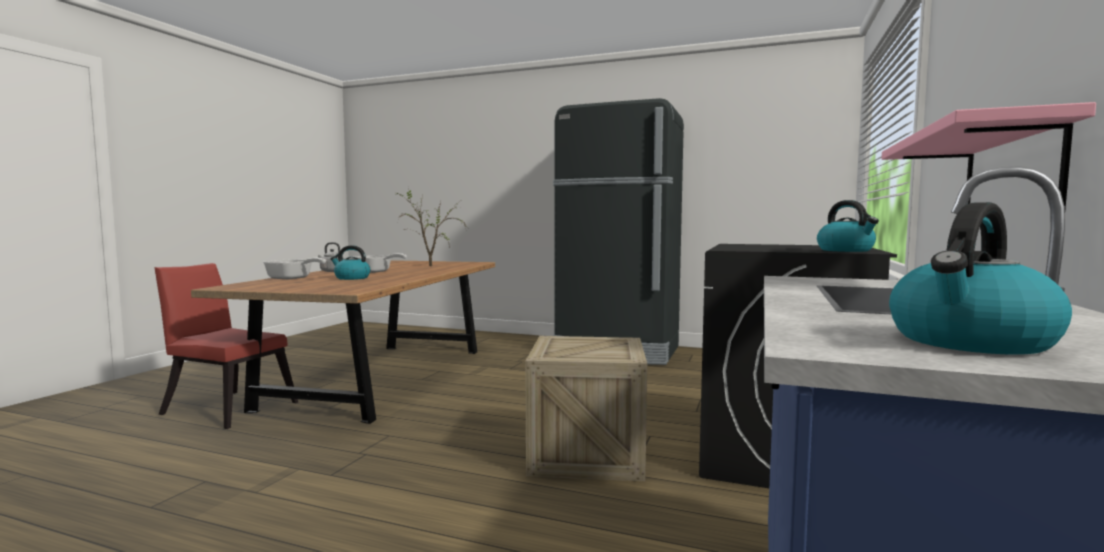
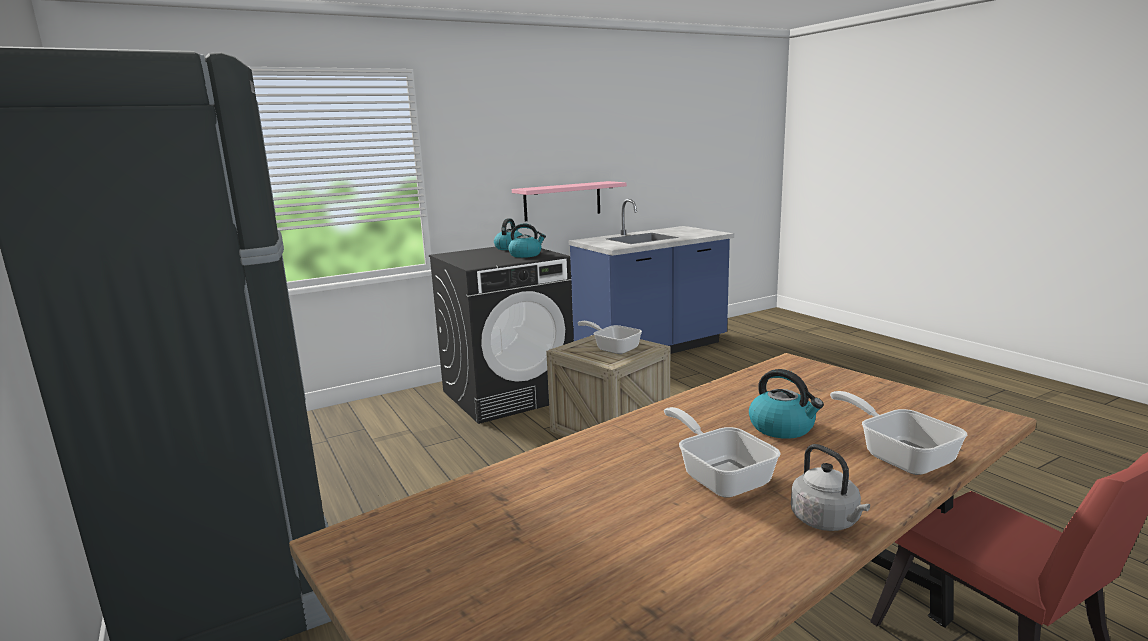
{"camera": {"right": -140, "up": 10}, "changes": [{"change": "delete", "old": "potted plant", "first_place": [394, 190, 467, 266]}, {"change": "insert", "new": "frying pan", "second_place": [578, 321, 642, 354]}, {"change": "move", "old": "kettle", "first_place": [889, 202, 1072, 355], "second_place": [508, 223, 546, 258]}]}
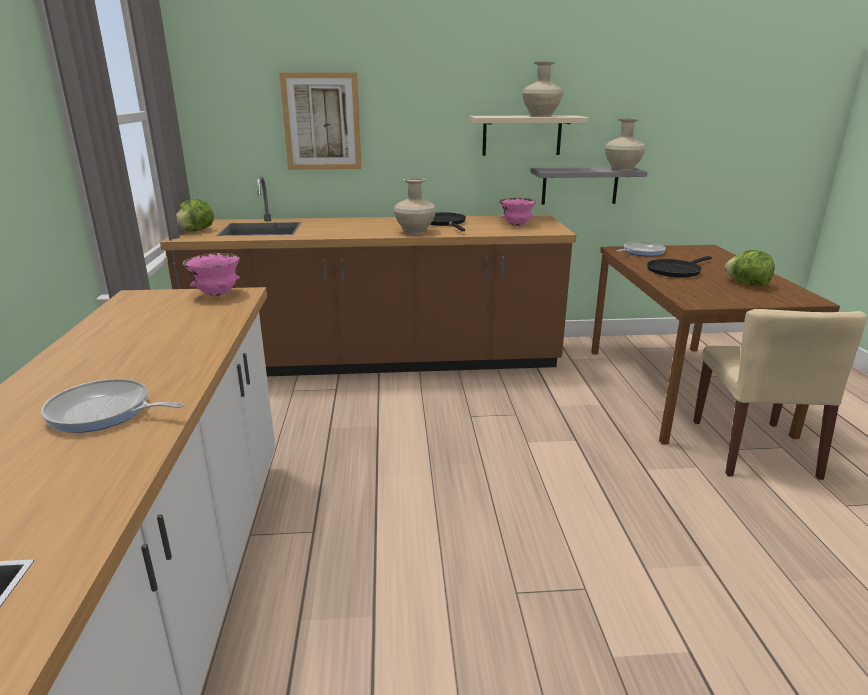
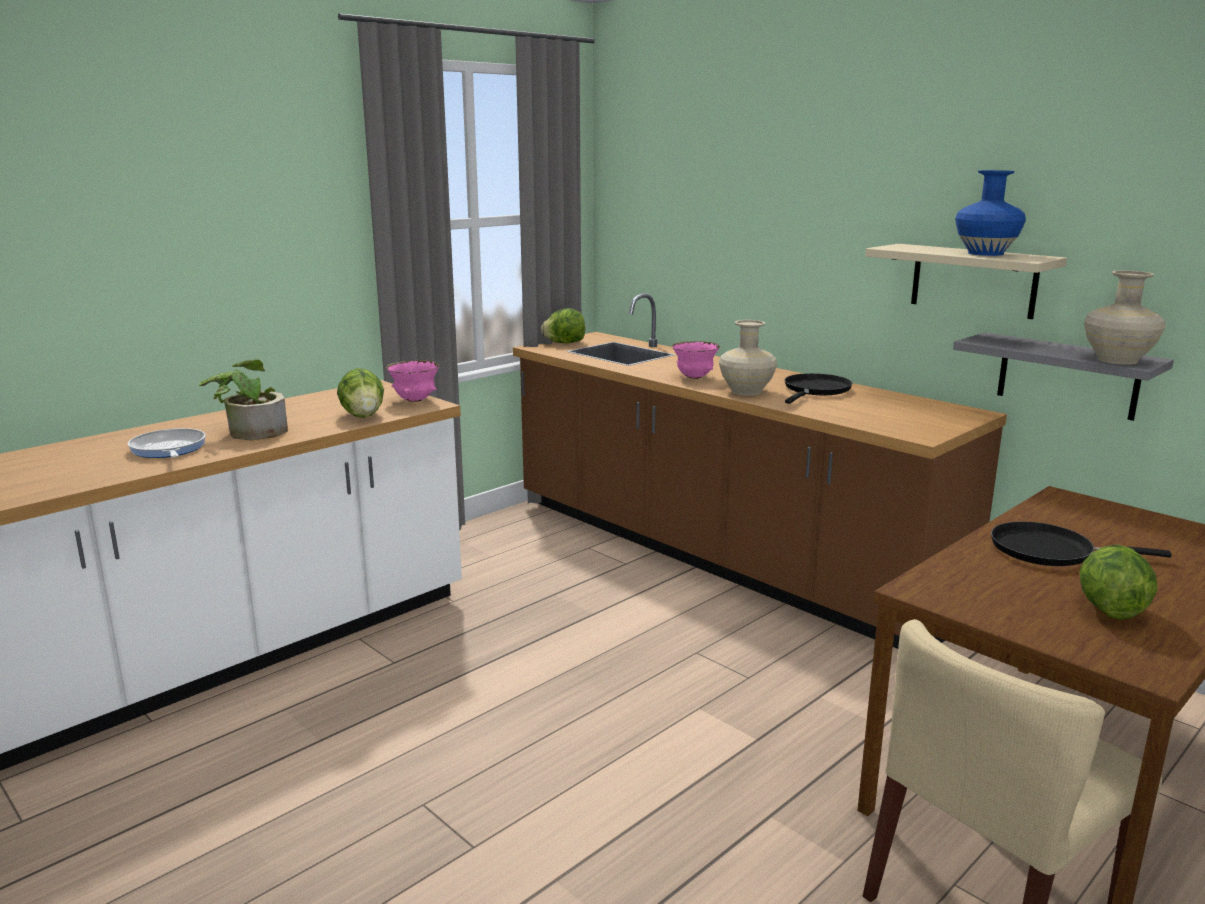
{"camera": {"right": 50, "up": -5}, "changes": [{"change": "delete", "old": "picture", "first_place": [279, 72, 361, 170]}, {"change": "delete", "old": "frying pan", "first_place": [616, 242, 666, 256]}, {"change": "insert", "new": "potted plant", "second_place": [199, 359, 288, 440]}, {"change": "insert", "new": "lettuce", "second_place": [337, 368, 384, 418]}, {"change": "move", "old": "bowl/pink", "first_place": [499, 198, 536, 226], "second_place": [672, 341, 720, 379]}, {"change": "recolor", "old": "vase/beige", "new": "vase/blue", "first_place": [522, 62, 563, 117], "second_place": [955, 170, 1026, 256]}]}
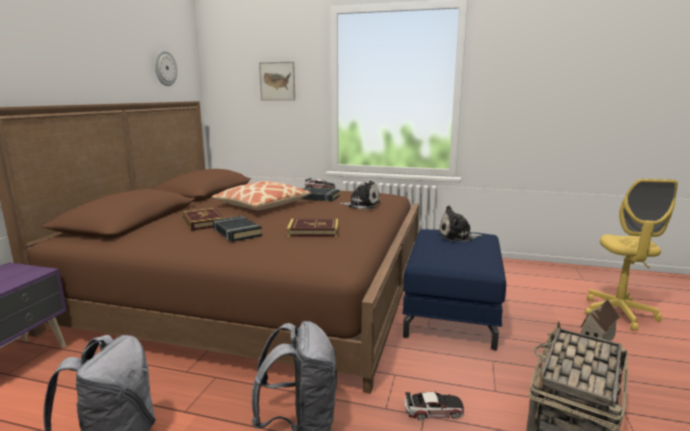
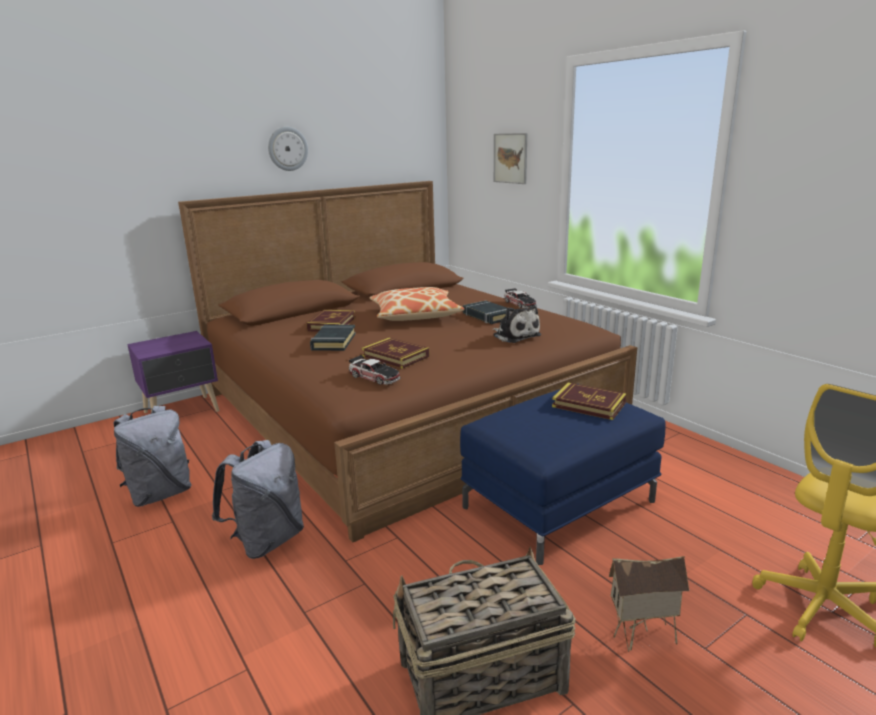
{"camera": {"right": 40, "up": 5}, "changes": [{"change": "move", "old": "wall clock", "first_place": [155, 50, 177, 86], "second_place": [268, 127, 308, 171]}, {"change": "move", "old": "toy car", "first_place": [405, 392, 464, 421], "second_place": [349, 355, 400, 385]}, {"change": "replace", "old": "plush toy", "new": "book", "first_place": [438, 205, 483, 241], "second_place": [552, 383, 627, 420]}]}
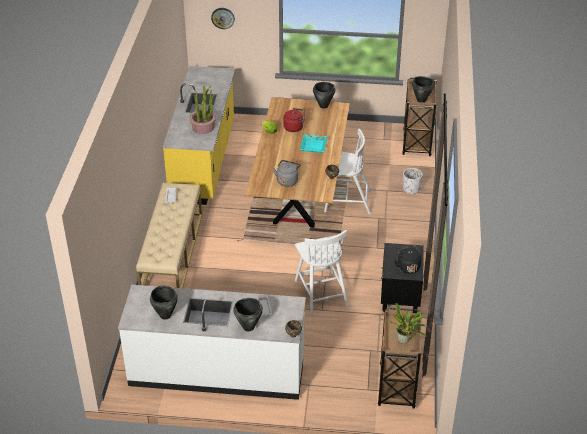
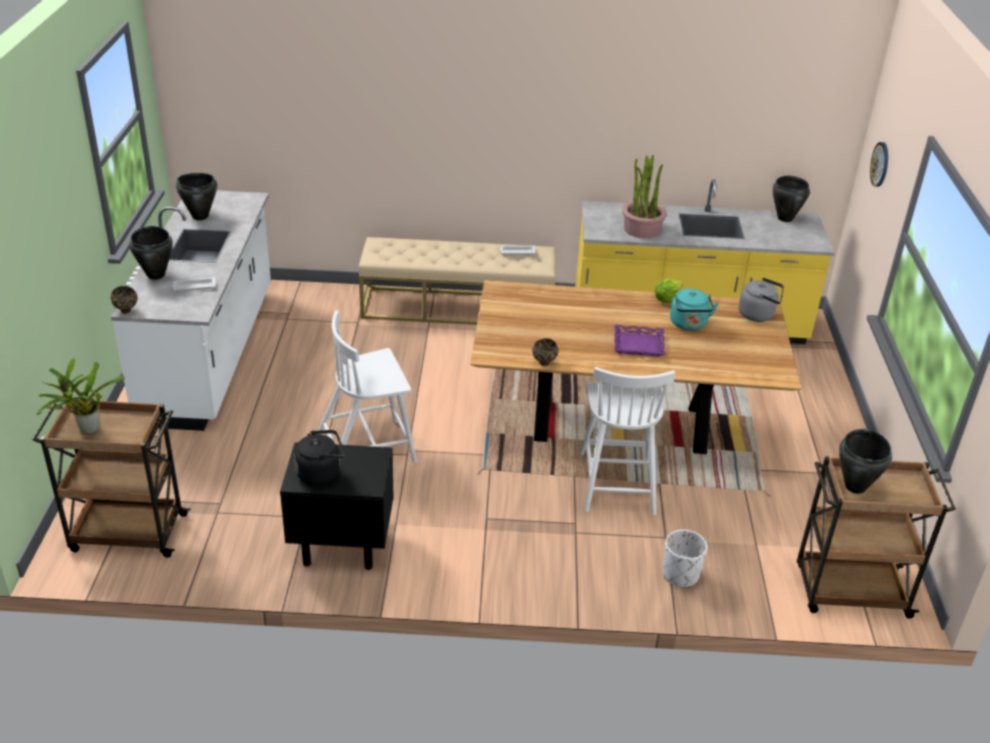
{"camera": {"right": 85, "up": -5}, "changes": [{"change": "move", "old": "kettle/grey", "first_place": [273, 160, 301, 187], "second_place": [739, 278, 784, 322]}, {"change": "move", "old": "cooking pot/black", "first_place": [313, 82, 335, 109], "second_place": [772, 176, 810, 222]}, {"change": "recolor", "old": "kettle/red", "new": "kettle/turquoise", "first_place": [283, 108, 305, 132], "second_place": [670, 288, 719, 331]}, {"change": "recolor", "old": "tray/turquoise", "new": "tray/purple", "first_place": [300, 134, 328, 153], "second_place": [614, 324, 666, 357]}]}
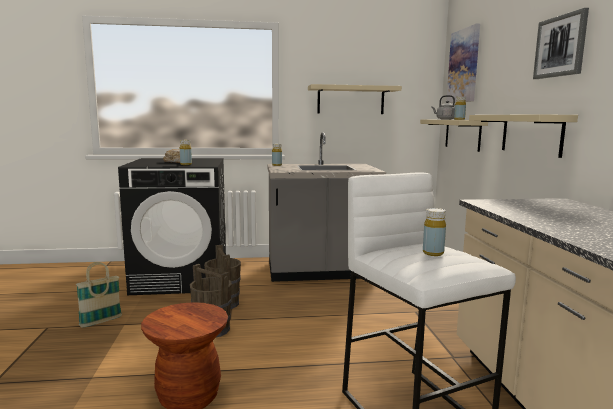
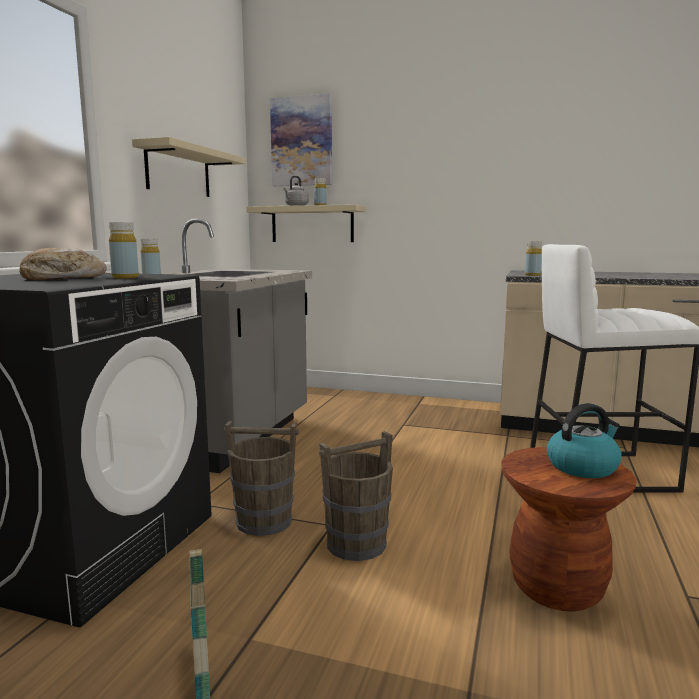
{"camera": {"right": -65, "up": 0}, "changes": [{"change": "delete", "old": "shelf/beige", "first_place": [469, 114, 578, 158]}, {"change": "delete", "old": "picture", "first_place": [533, 8, 589, 79]}, {"change": "insert", "new": "kettle", "second_place": [547, 403, 622, 478]}, {"change": "move", "old": "bottle/yellow", "first_place": [423, 208, 446, 256], "second_place": [525, 242, 542, 276]}]}
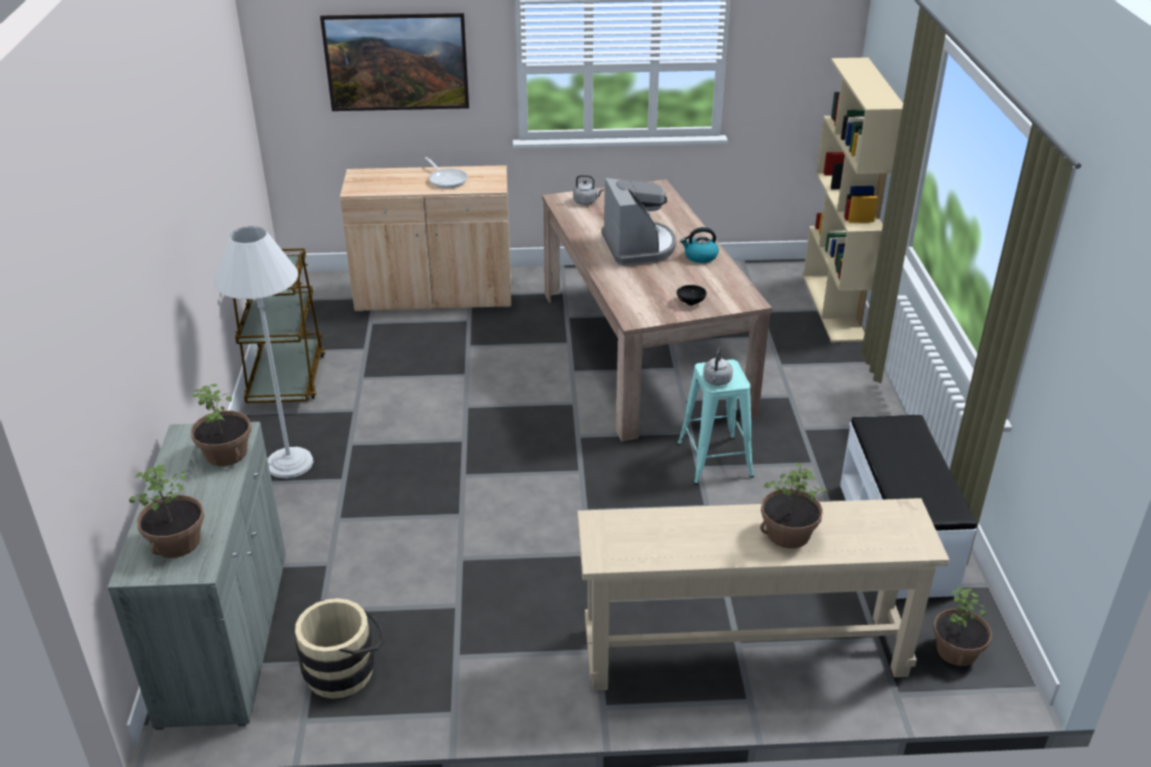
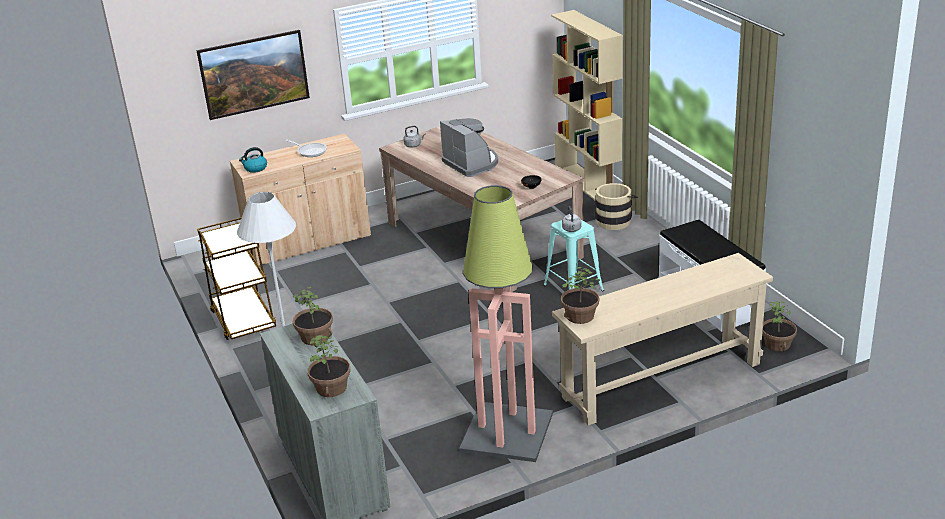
{"camera": {"right": -20, "up": -5}, "changes": [{"change": "insert", "new": "floor lamp", "second_place": [459, 185, 553, 462]}, {"change": "move", "old": "bucket/beige", "first_place": [295, 598, 385, 699], "second_place": [595, 183, 638, 230]}, {"change": "move", "old": "kettle", "first_place": [680, 227, 719, 263], "second_place": [239, 147, 267, 173]}, {"change": "move", "old": "potted plant", "first_place": [760, 463, 827, 549], "second_place": [561, 267, 600, 324]}]}
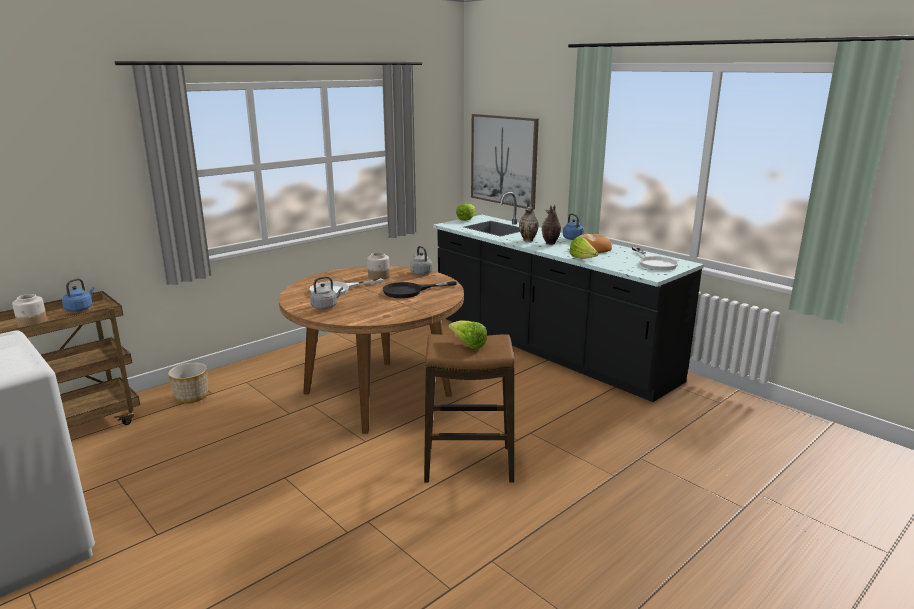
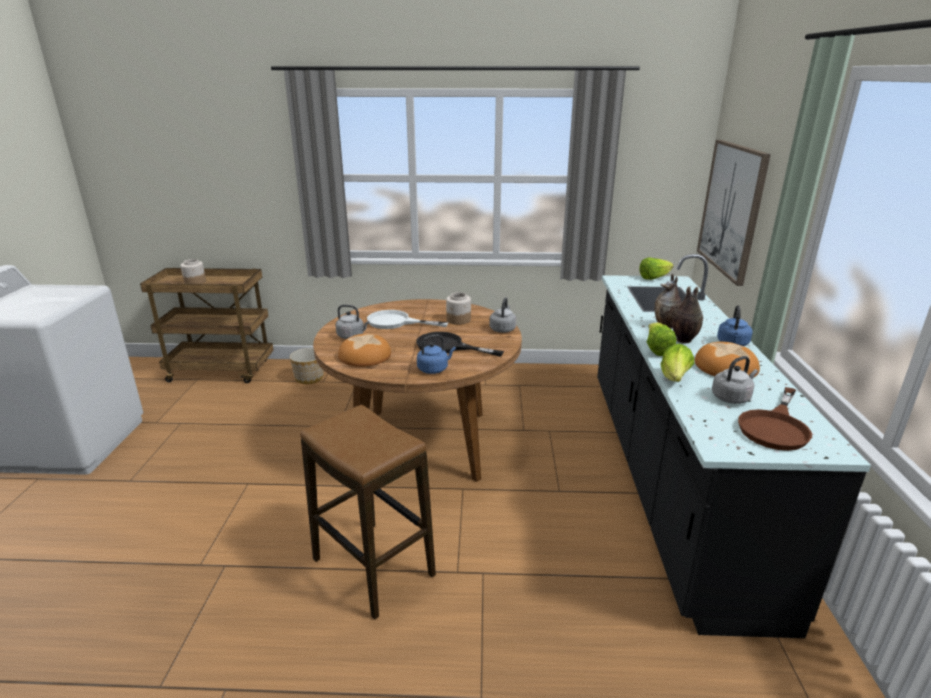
{"camera": {"right": 45, "up": 5}, "changes": [{"change": "insert", "new": "bread", "second_place": [338, 334, 391, 367]}, {"change": "insert", "new": "kettle/grey", "second_place": [712, 356, 758, 404]}, {"change": "move", "old": "kettle/blue", "first_place": [62, 278, 94, 312], "second_place": [417, 335, 456, 374]}, {"change": "move", "old": "lettuce", "first_place": [448, 321, 487, 350], "second_place": [647, 322, 676, 356]}, {"change": "recolor", "old": "frying pan/white", "new": "frying pan/brown", "first_place": [632, 247, 678, 271], "second_place": [738, 387, 812, 451]}]}
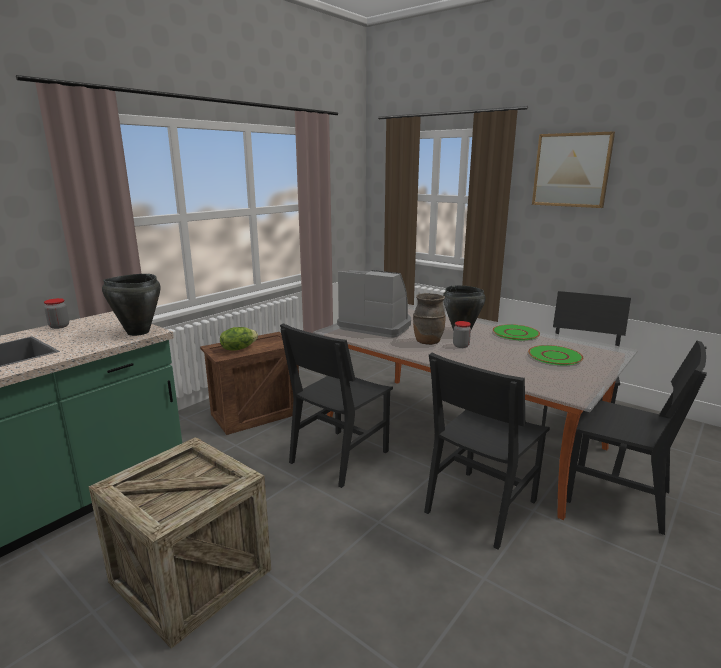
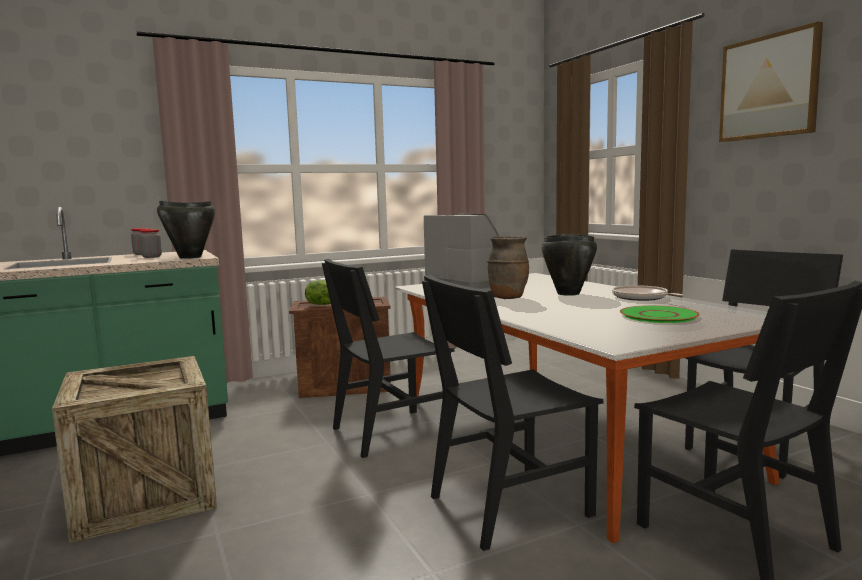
{"camera": {"right": 25, "up": -10}, "changes": [{"change": "move", "old": "jar", "first_place": [453, 321, 471, 348], "second_place": [139, 229, 162, 258]}, {"change": "replace", "old": "plate/green", "new": "frying pan", "first_place": [493, 324, 540, 340], "second_place": [612, 285, 683, 301]}]}
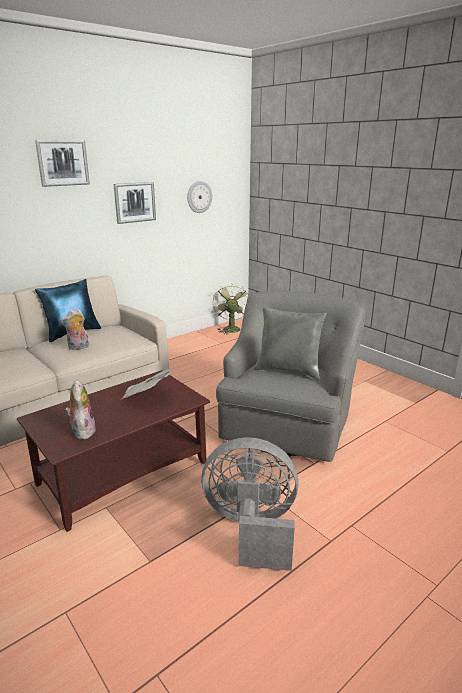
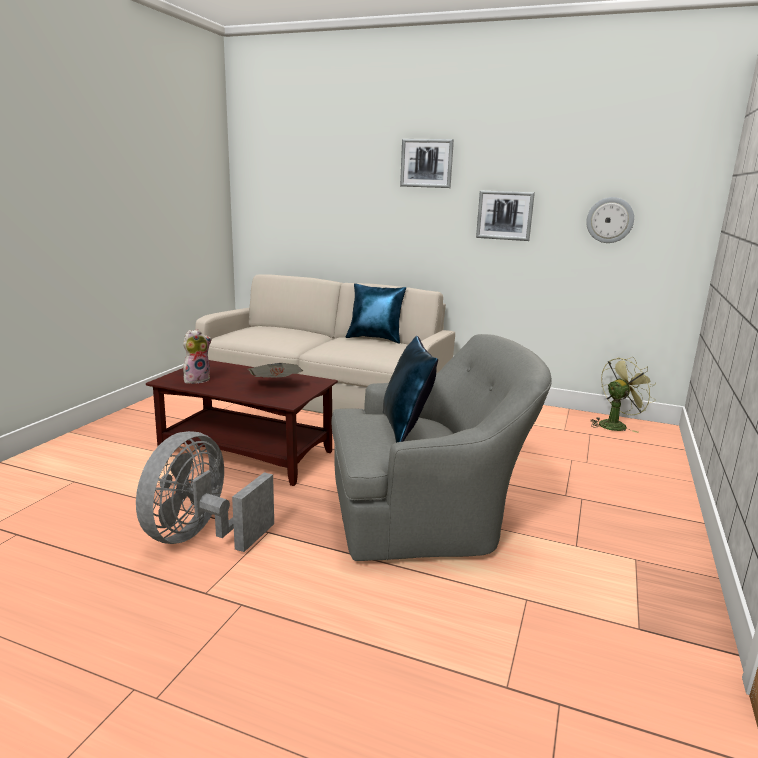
{"camera": {"right": 60, "up": -5}, "changes": [{"change": "delete", "old": "plush toy", "first_place": [61, 309, 89, 350]}, {"change": "recolor", "old": "pillow/grey", "new": "pillow/blue", "first_place": [254, 306, 327, 380], "second_place": [383, 336, 438, 443]}, {"change": "rotate", "old": "fan/grey", "first_place": [201, 438, 299, 571], "second_place": [136, 431, 274, 552], "degrees": -135}]}
